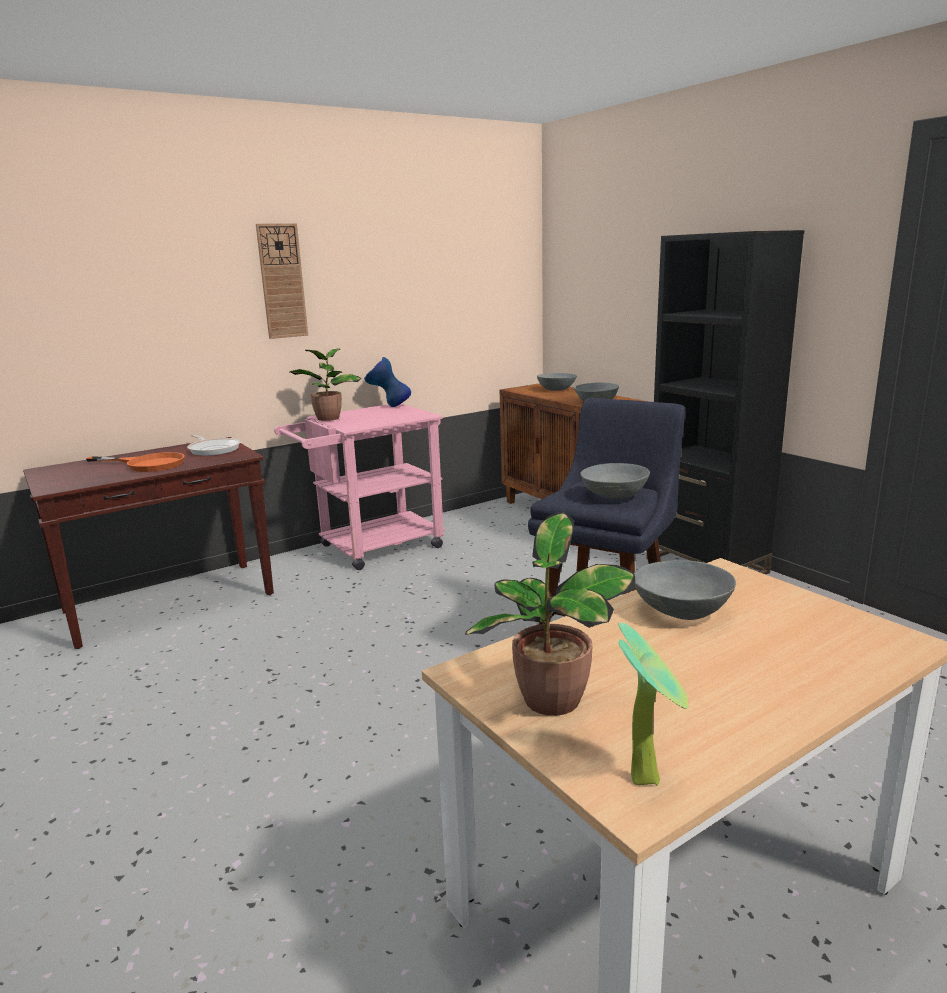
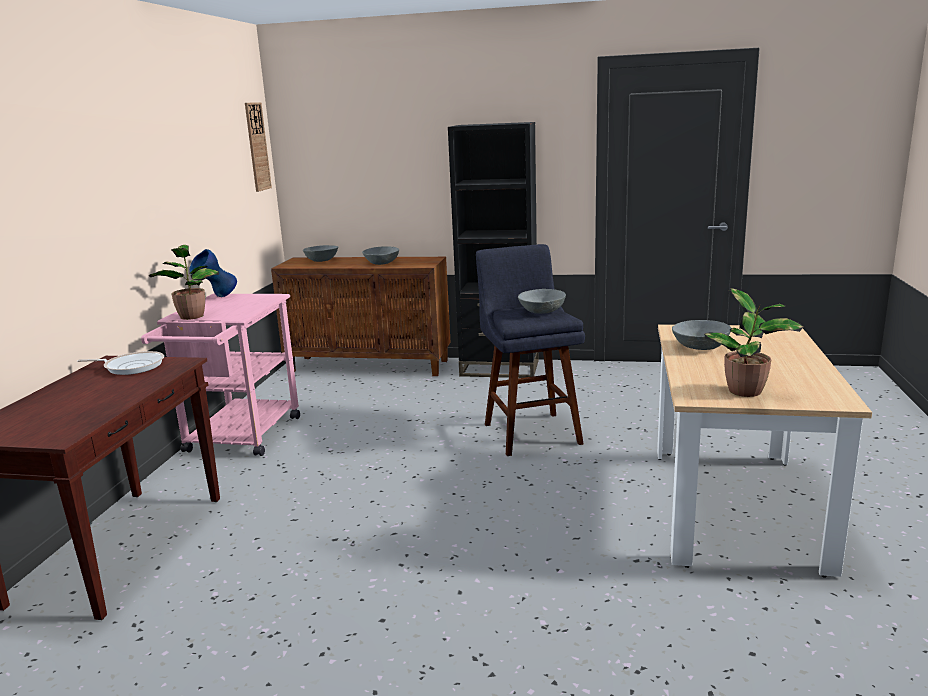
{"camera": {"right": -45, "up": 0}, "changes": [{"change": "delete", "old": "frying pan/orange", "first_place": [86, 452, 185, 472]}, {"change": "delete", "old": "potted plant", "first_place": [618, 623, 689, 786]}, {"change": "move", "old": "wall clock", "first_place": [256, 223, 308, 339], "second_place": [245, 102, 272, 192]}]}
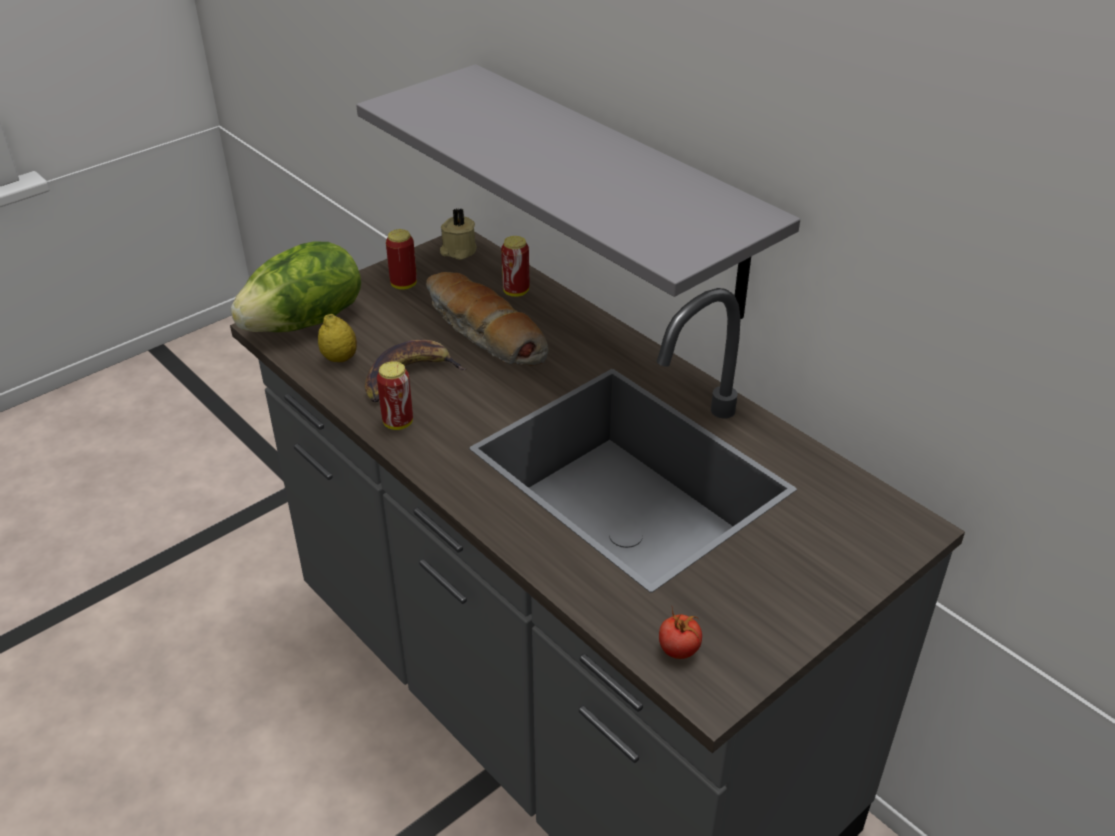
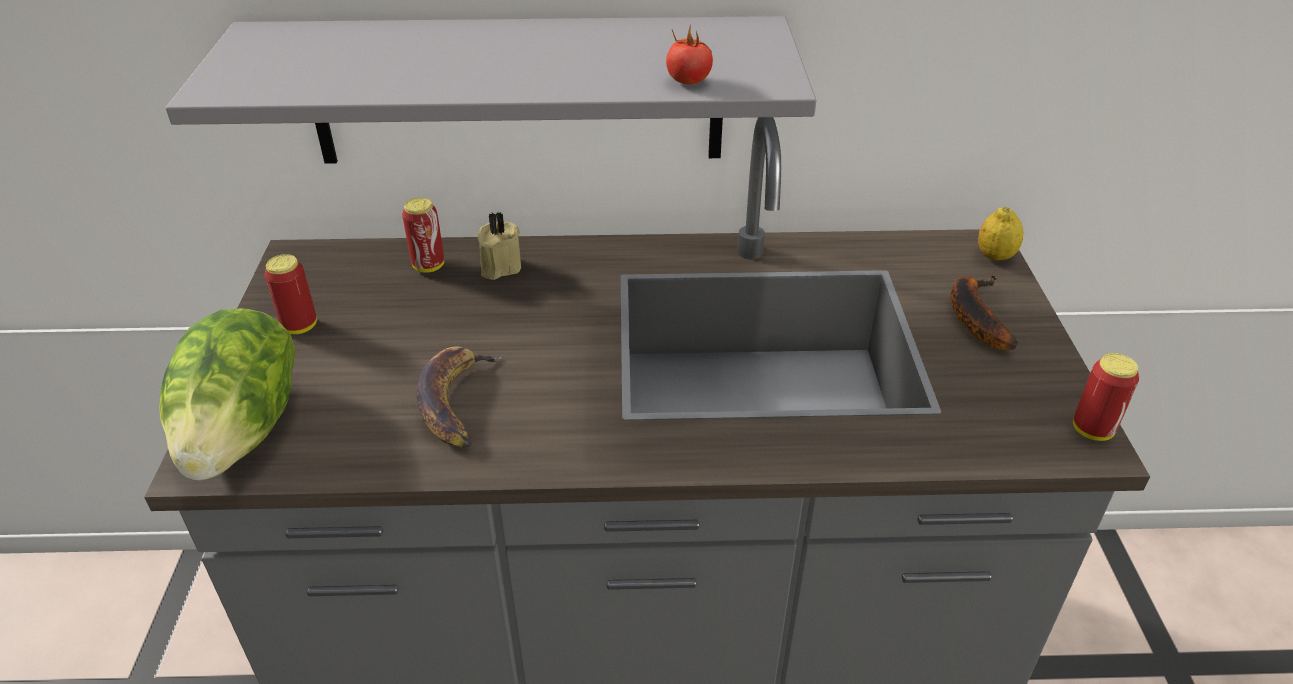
{"camera": {"right": -50, "up": 0}, "changes": [{"change": "delete", "old": "bread", "first_place": [426, 272, 549, 366]}, {"change": "insert", "new": "banana", "second_place": [951, 275, 1018, 350]}, {"change": "move", "old": "lemon", "first_place": [318, 314, 357, 362], "second_place": [978, 207, 1023, 260]}, {"change": "move", "old": "can", "first_place": [377, 361, 413, 430], "second_place": [1073, 353, 1139, 441]}, {"change": "move", "old": "candle/beige", "first_place": [440, 208, 477, 260], "second_place": [478, 212, 521, 280]}, {"change": "move", "old": "tomato", "first_place": [659, 605, 702, 659], "second_place": [666, 25, 713, 85]}]}
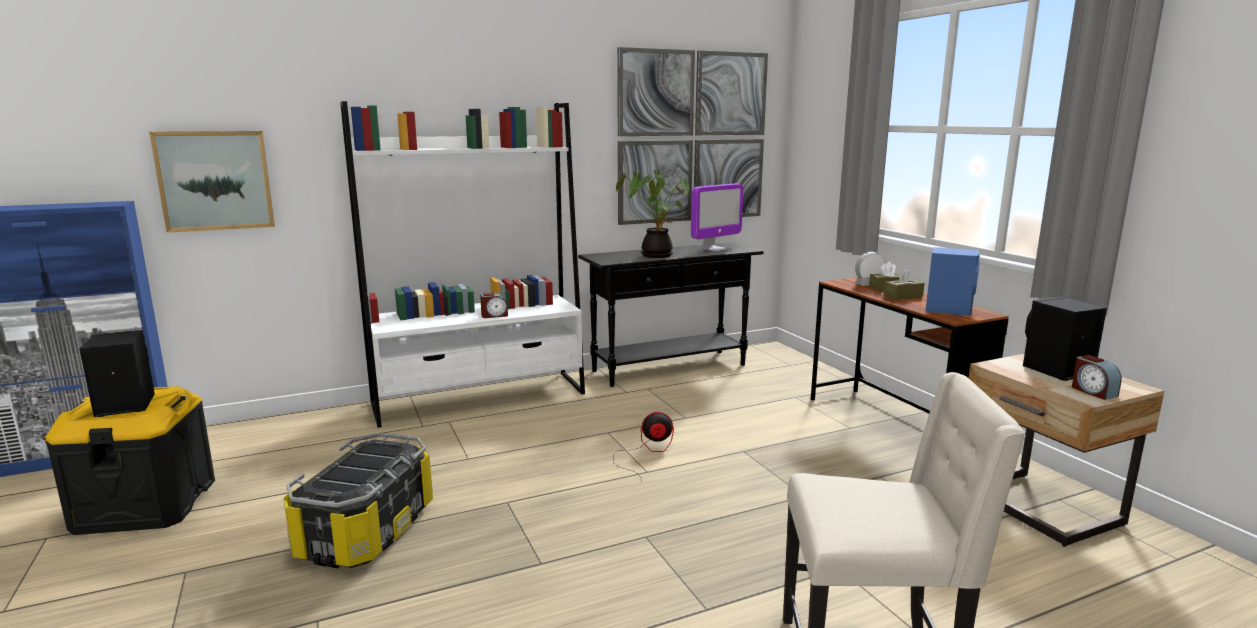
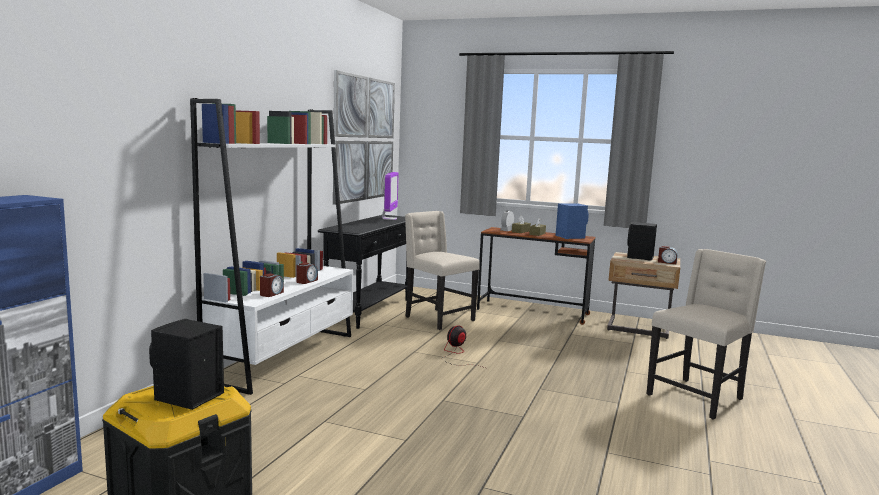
{"camera": {"right": -45, "up": -5}, "changes": [{"change": "delete", "old": "picture", "first_place": [149, 131, 275, 233]}, {"change": "delete", "old": "storage box", "first_place": [284, 433, 433, 568]}, {"change": "delete", "old": "potted plant", "first_place": [616, 170, 689, 258]}, {"change": "insert", "new": "alarm clock", "second_place": [260, 273, 284, 297]}, {"change": "insert", "new": "chair/beige", "second_place": [405, 211, 480, 330]}]}
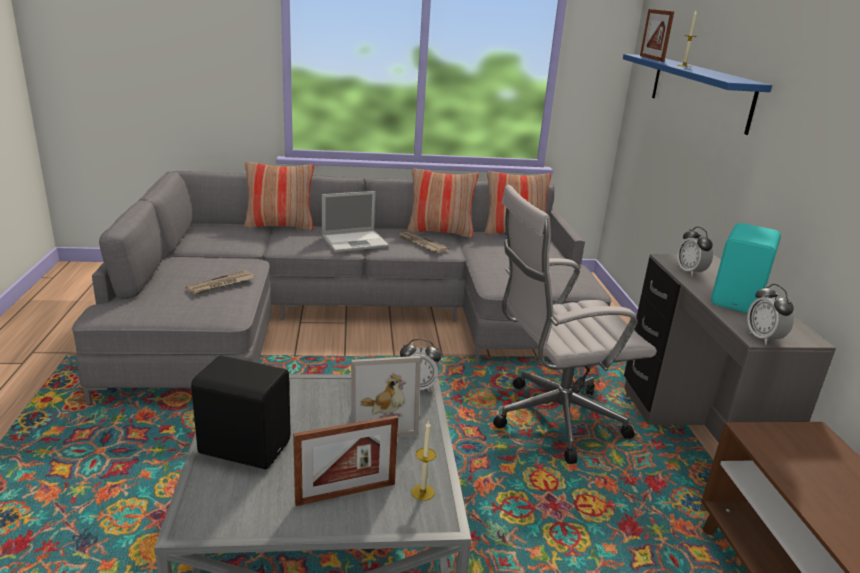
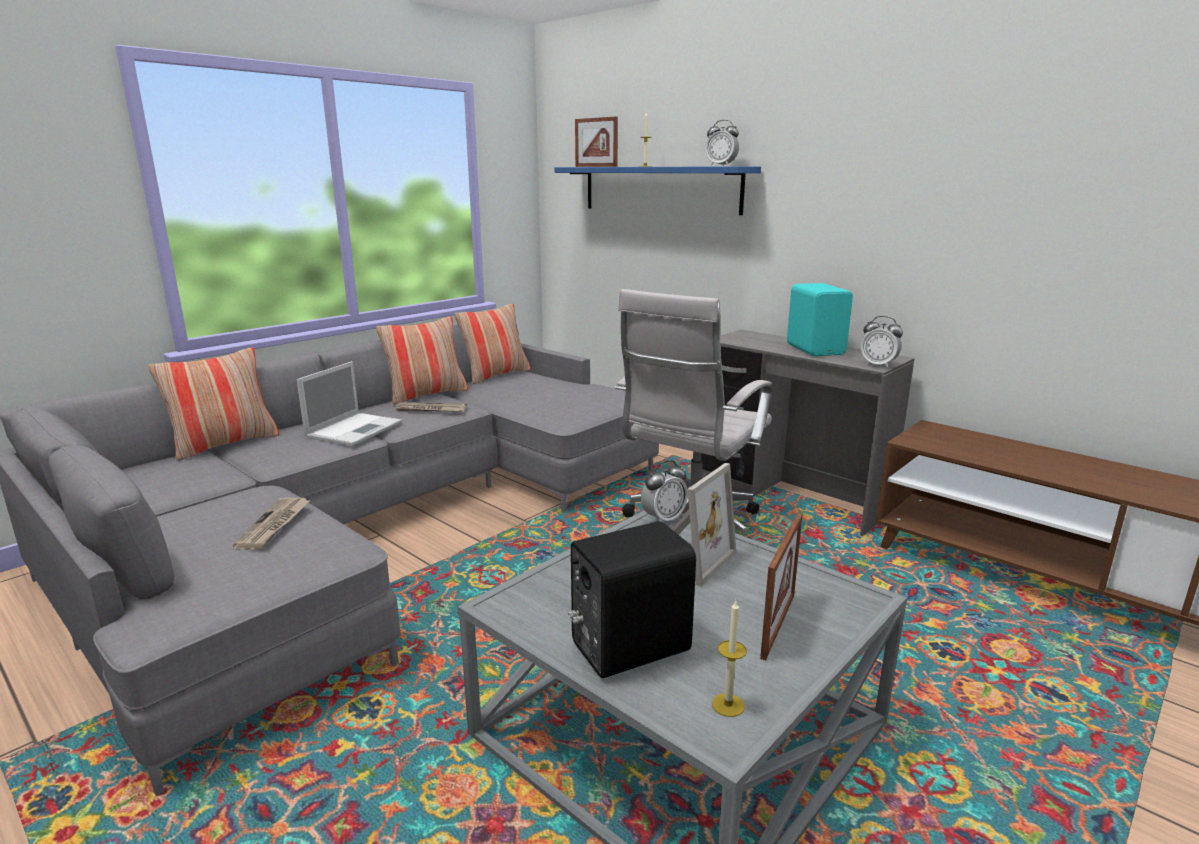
{"camera": {"right": -40, "up": -5}, "changes": [{"change": "move", "old": "candle", "first_place": [412, 420, 436, 501], "second_place": [712, 601, 747, 717]}, {"change": "move", "old": "alarm clock", "first_place": [677, 227, 713, 276], "second_place": [705, 120, 739, 166]}]}
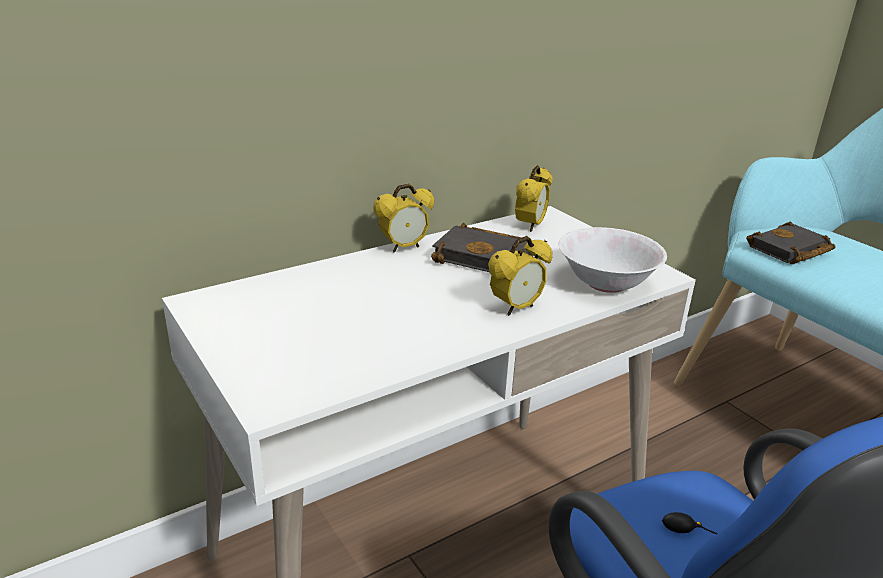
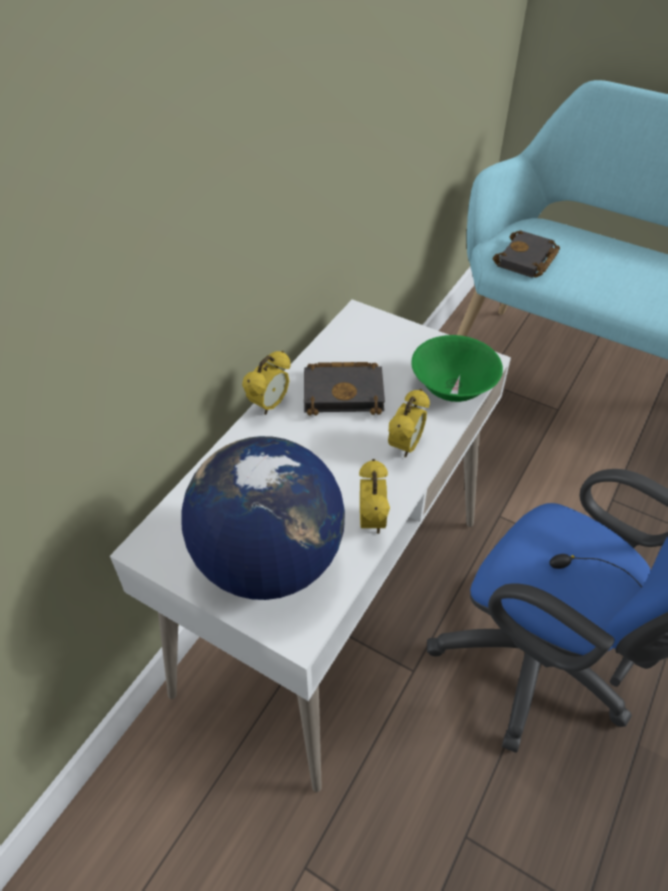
{"camera": {"right": -25, "up": 20}, "changes": [{"change": "insert", "new": "globe", "second_place": [181, 436, 345, 600]}, {"change": "move", "old": "alarm clock", "first_place": [515, 165, 553, 232], "second_place": [359, 459, 390, 534]}, {"change": "recolor", "old": "bowl/white", "new": "bowl/green", "first_place": [559, 227, 667, 293], "second_place": [411, 335, 503, 402]}]}
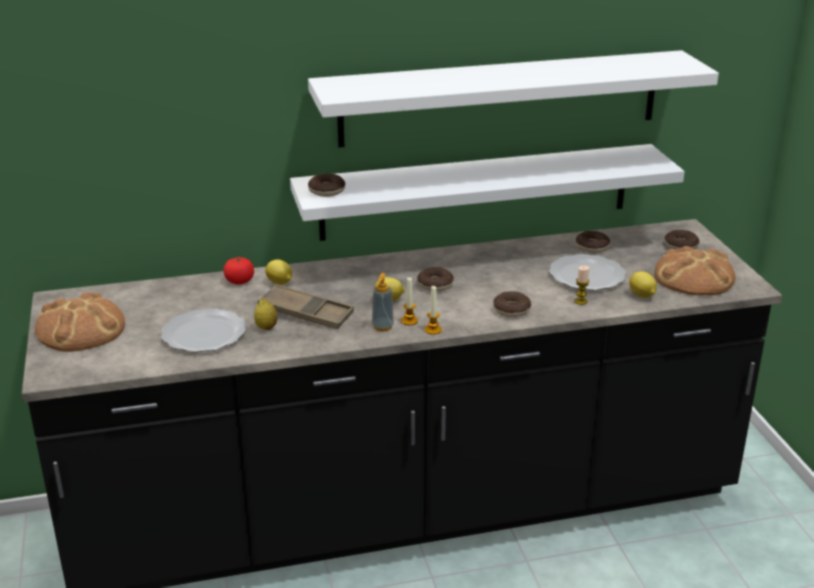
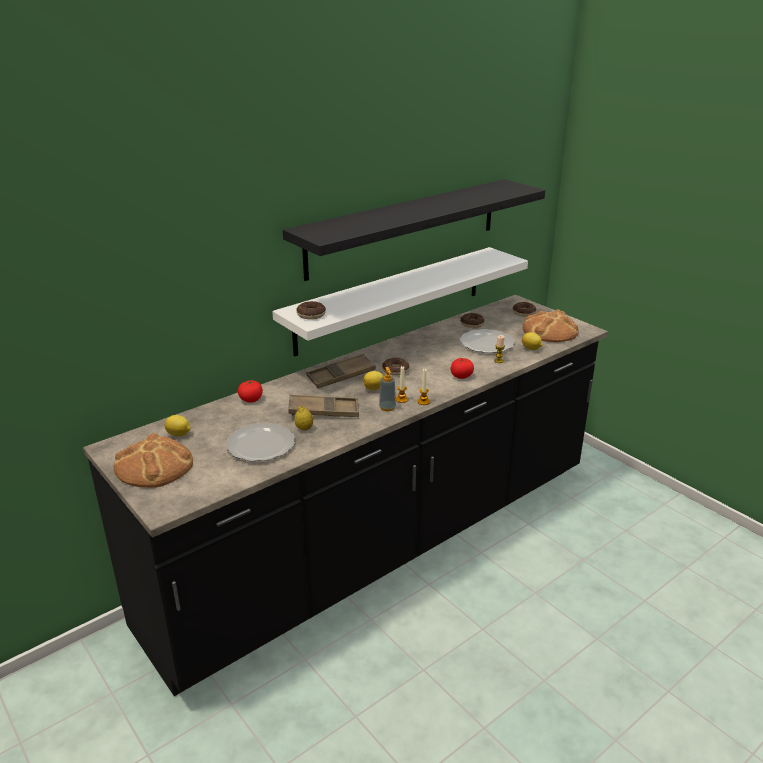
{"camera": {"right": -25, "up": 0}, "changes": [{"change": "insert", "new": "tray/brown", "second_place": [306, 354, 376, 388]}, {"change": "move", "old": "lemon", "first_place": [265, 259, 292, 285], "second_place": [165, 415, 190, 437]}, {"change": "replace", "old": "donut", "new": "tomato", "first_place": [493, 291, 531, 317], "second_place": [451, 358, 474, 379]}, {"change": "recolor", "old": "shelf/white", "new": "shelf/black", "first_place": [308, 50, 719, 148], "second_place": [283, 179, 545, 281]}]}
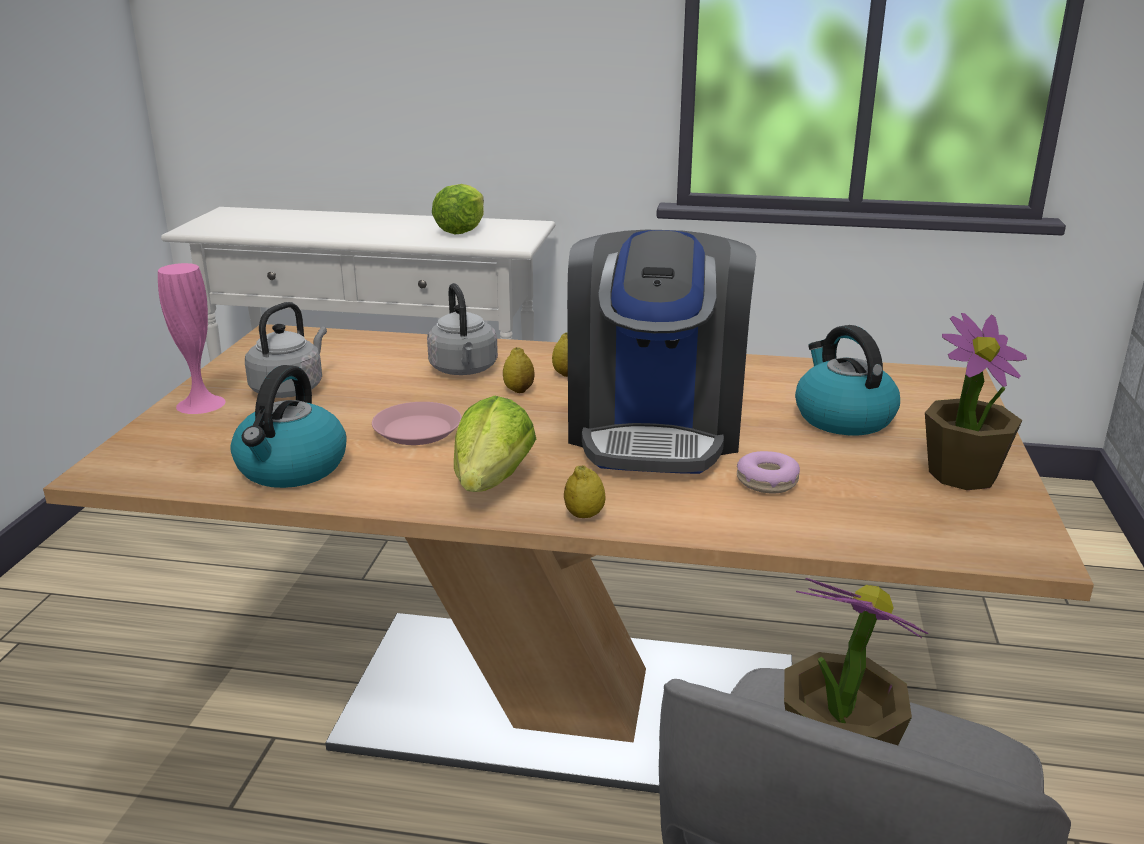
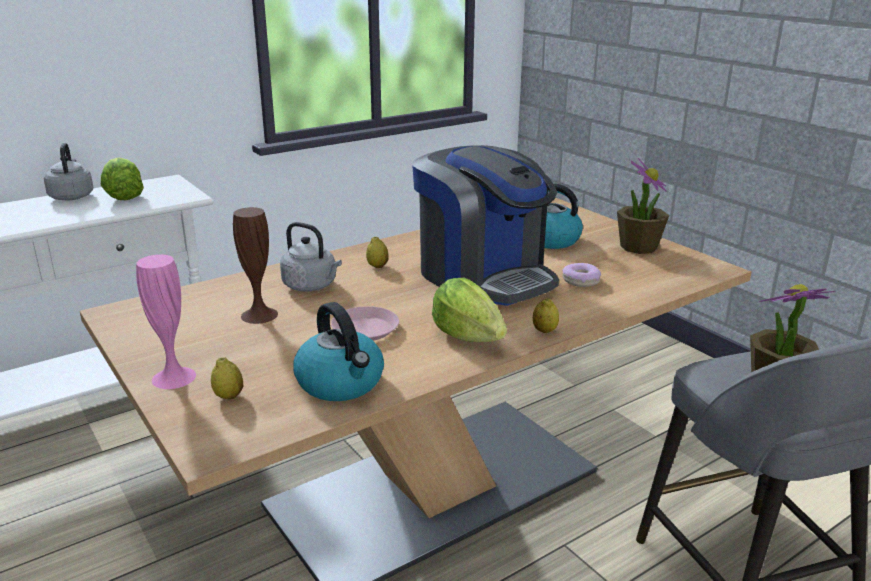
{"camera": {"right": -45, "up": 0}, "changes": [{"change": "insert", "new": "vase/brown", "second_place": [233, 207, 278, 324]}, {"change": "move", "old": "kettle/grey", "first_place": [245, 302, 327, 398], "second_place": [44, 143, 94, 200]}, {"change": "move", "old": "lemon", "first_place": [503, 347, 535, 393], "second_place": [211, 357, 243, 399]}]}
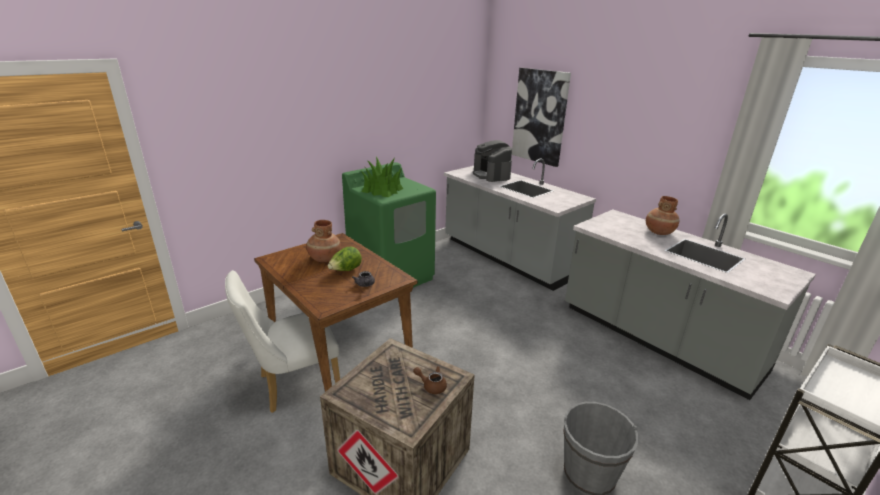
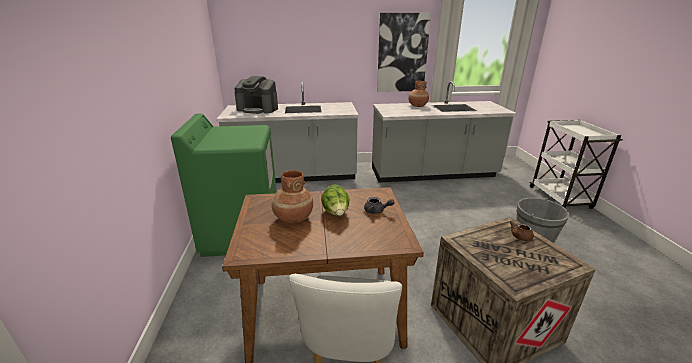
{"camera": {"right": -55, "up": 0}, "changes": [{"change": "delete", "old": "potted plant", "first_place": [361, 156, 403, 197]}, {"change": "move", "old": "picture", "first_place": [512, 68, 571, 167], "second_place": [377, 13, 431, 92]}]}
